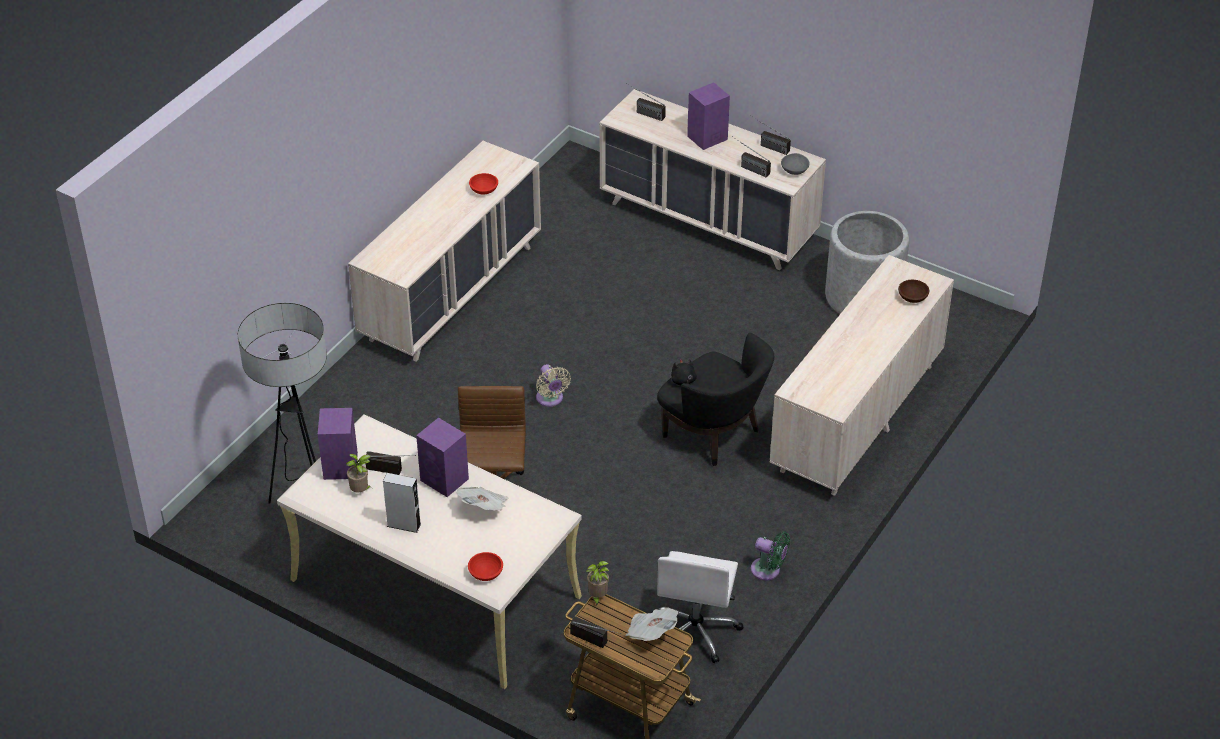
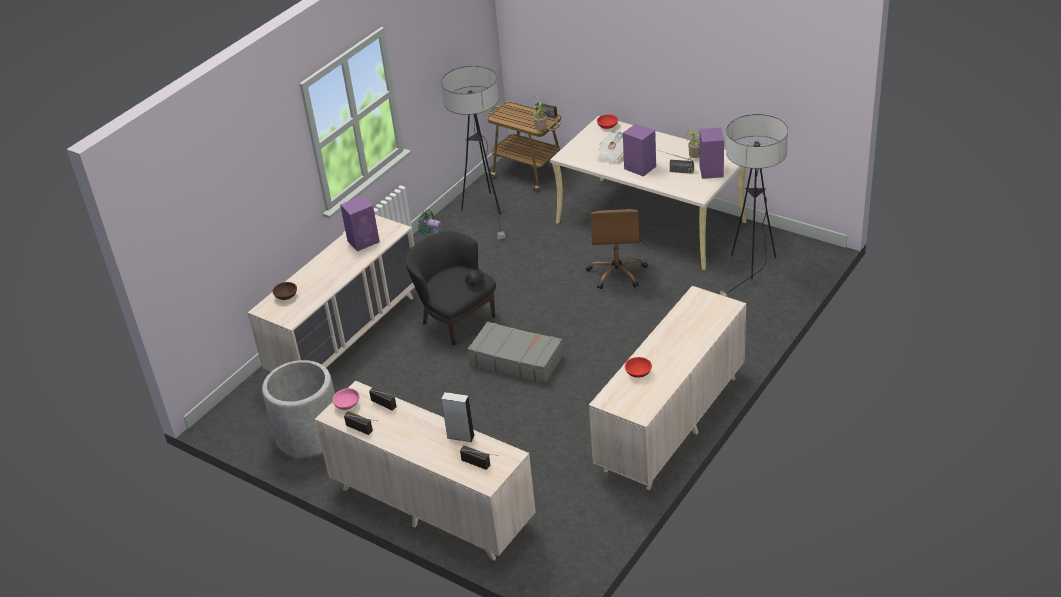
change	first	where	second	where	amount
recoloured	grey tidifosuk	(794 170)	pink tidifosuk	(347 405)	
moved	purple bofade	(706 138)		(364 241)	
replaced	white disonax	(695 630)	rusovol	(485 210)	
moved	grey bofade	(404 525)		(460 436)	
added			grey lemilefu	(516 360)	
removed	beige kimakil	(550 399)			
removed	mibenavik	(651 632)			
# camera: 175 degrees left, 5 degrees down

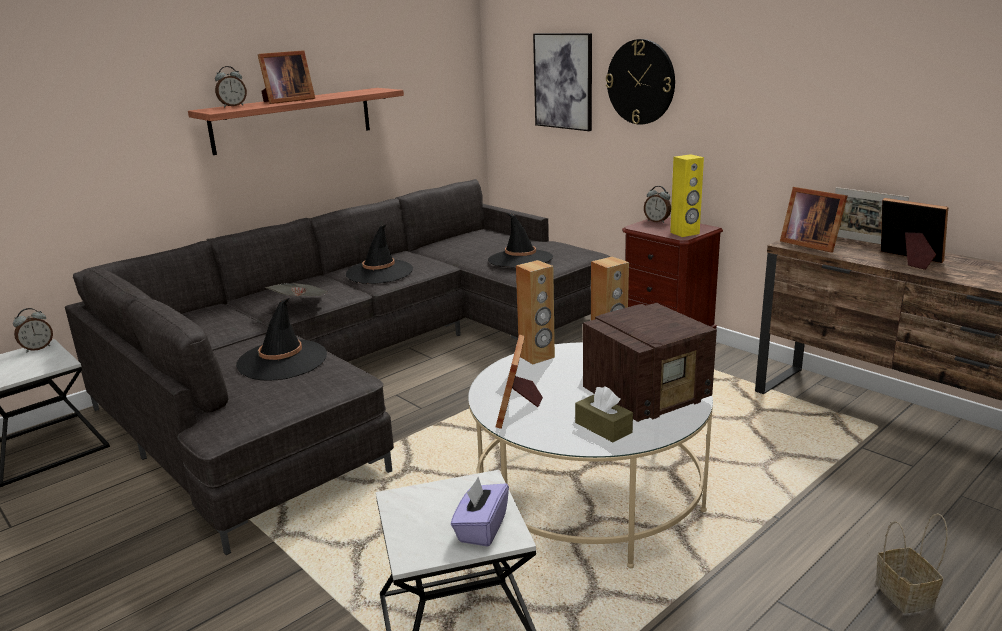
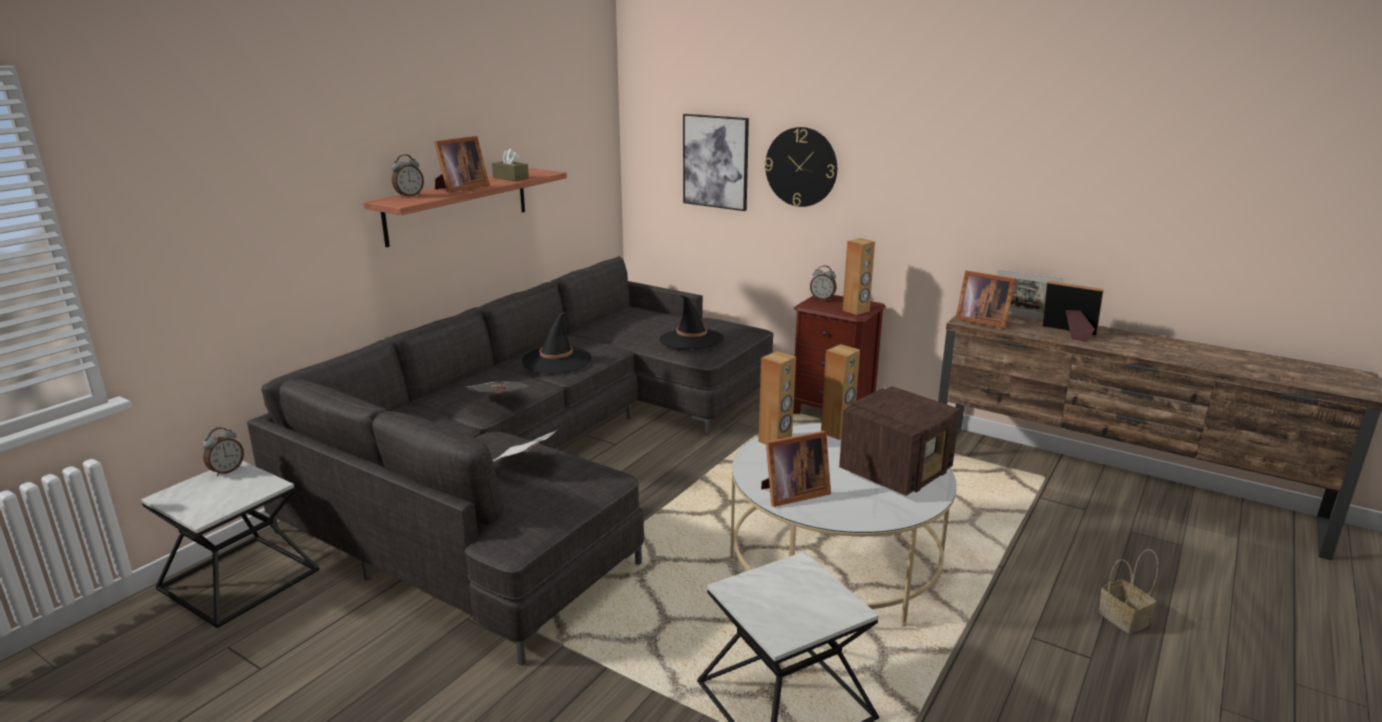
change	first	where	second	where	amount
moved	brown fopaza	(603 427)		(510 178)	
replaced	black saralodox	(282 360)	mibenavik	(525 463)	
turned	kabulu	(518 410)		(792 494)	105 degrees counterclockwise
recoloured	yellow bofade	(685 233)	brown bofade	(856 310)	
removed	purple fopaza	(481 528)			
# camera: 15 degrees left, 0 degrees up

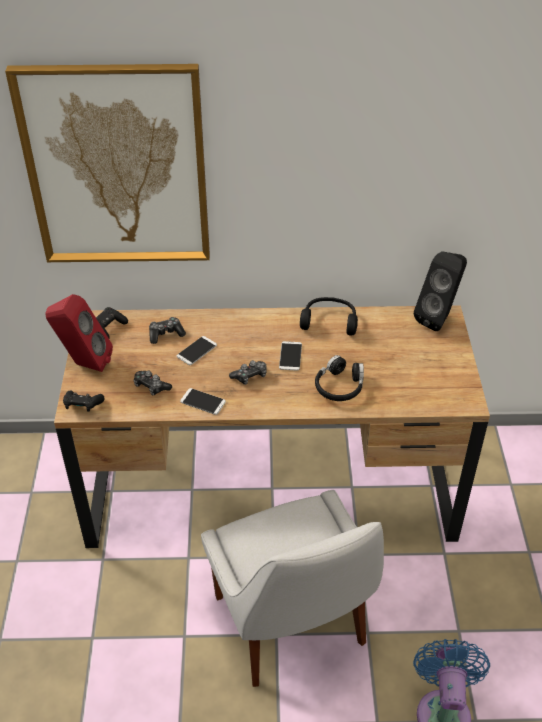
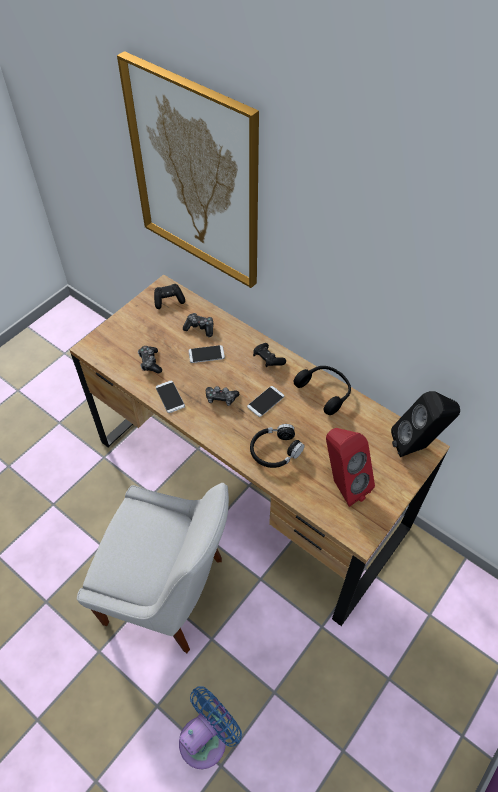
change	first	where	second	where	amount
turned	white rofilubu	(291 625)		(169 592)	90 degrees counterclockwise
moved	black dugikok	(83 406)		(268 360)	
moved	red bofade	(84 363)		(342 484)	
# camera: 40 degrees right, 10 degrees up

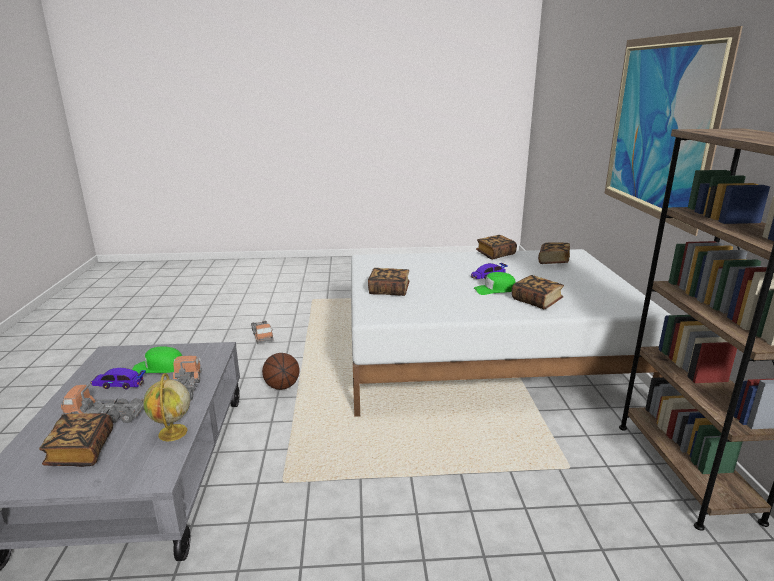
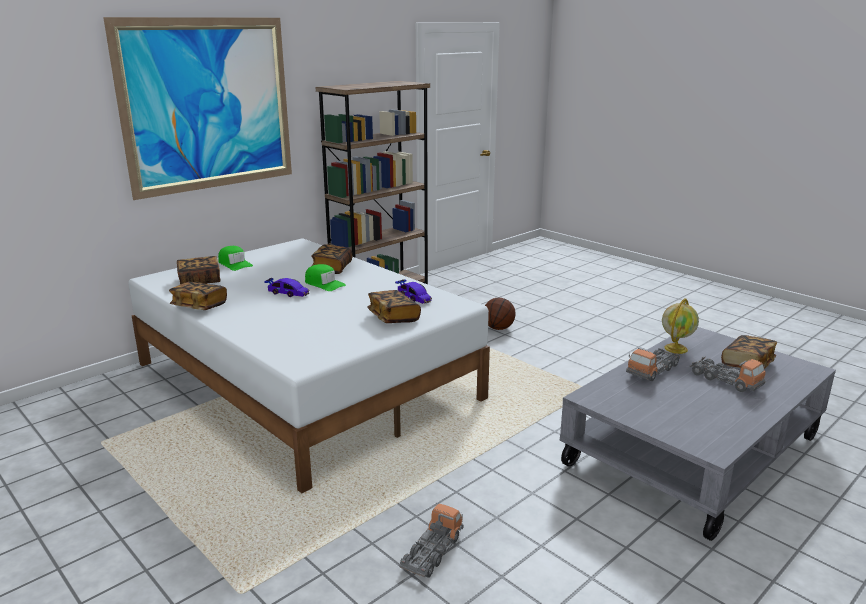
change	first	where	second	where	amount
moved	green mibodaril	(159 367)		(235 264)	
moved	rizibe	(119 384)		(414 297)	
moved	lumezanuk	(282 386)		(498 328)	
# camera: 130 degrees left, 0 degrees up

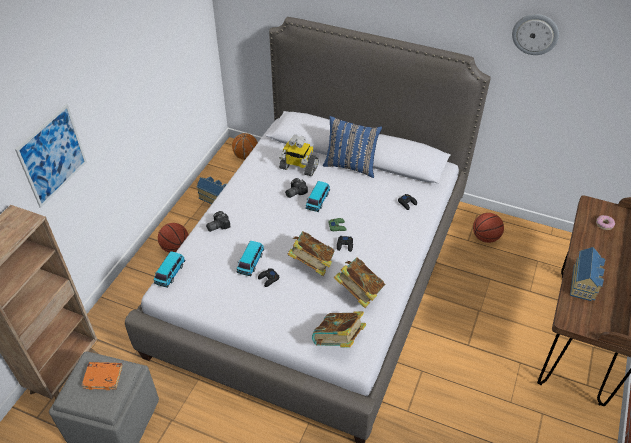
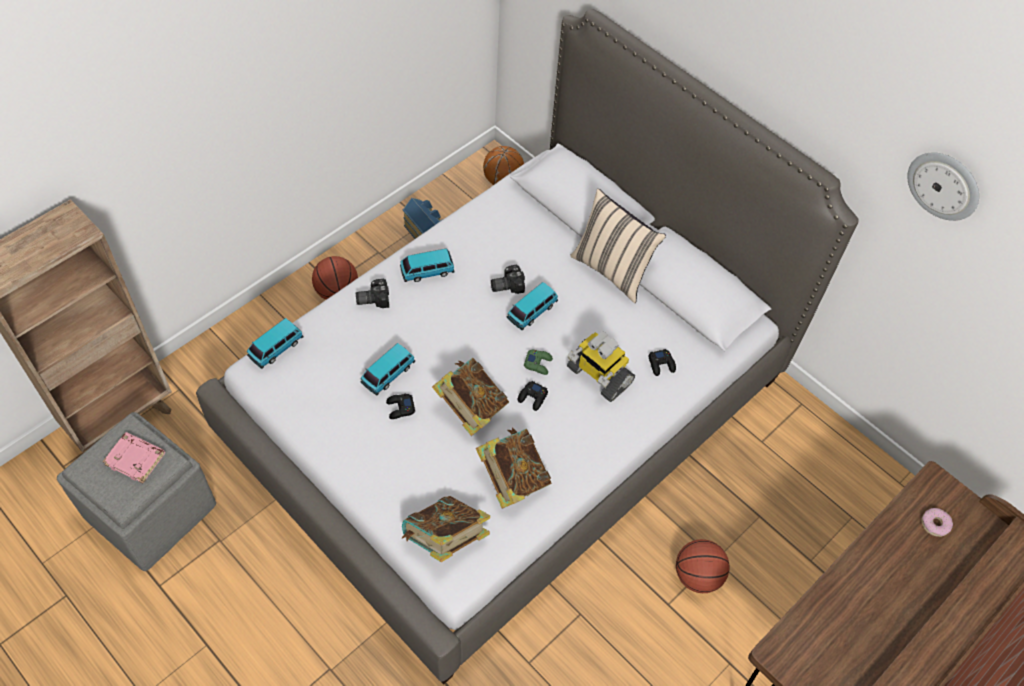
change	first	where	second	where	amount
recoloured	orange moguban	(103 377)	pink moguban	(136 459)	
added			rizibe	(427 271)	
moved	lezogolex	(298 167)		(598 375)	
recoloured	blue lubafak	(351 165)	beige lubafak	(612 270)	
moved	lumezanuk	(485 237)		(697 575)	
removed	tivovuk	(52 155)			
removed	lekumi	(584 283)			
# camera: 20 degrees right, 10 degrees up

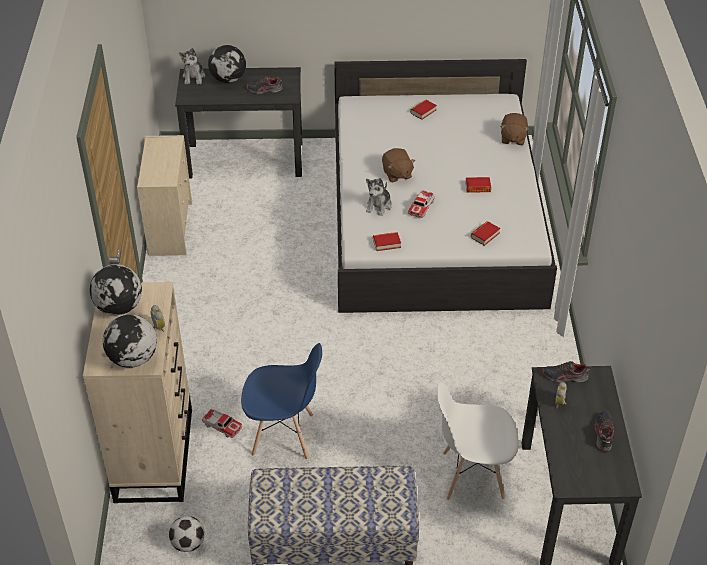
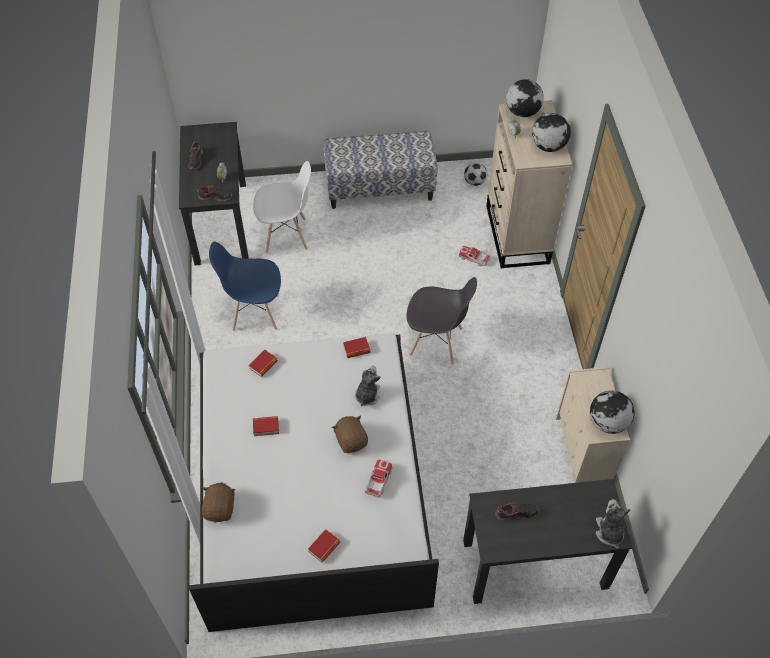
change	first	where	second	where	amount
moved	blue rofilubu	(284 435)		(254 312)	
moved	rizibe	(421 207)		(378 481)	
added			grey rofilubu	(437 342)	
moved	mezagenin	(229 79)		(607 422)	
# camera: 175 degrees right, 10 degrees up

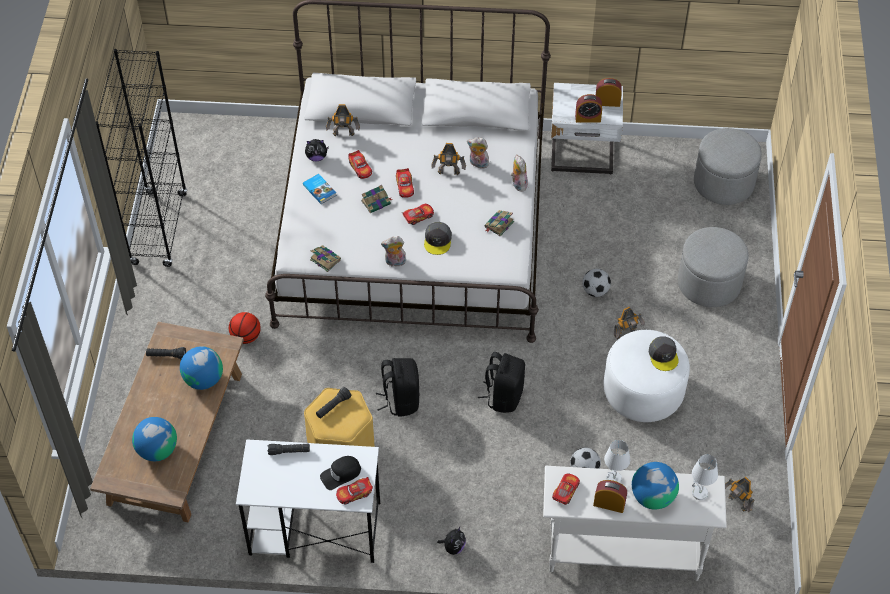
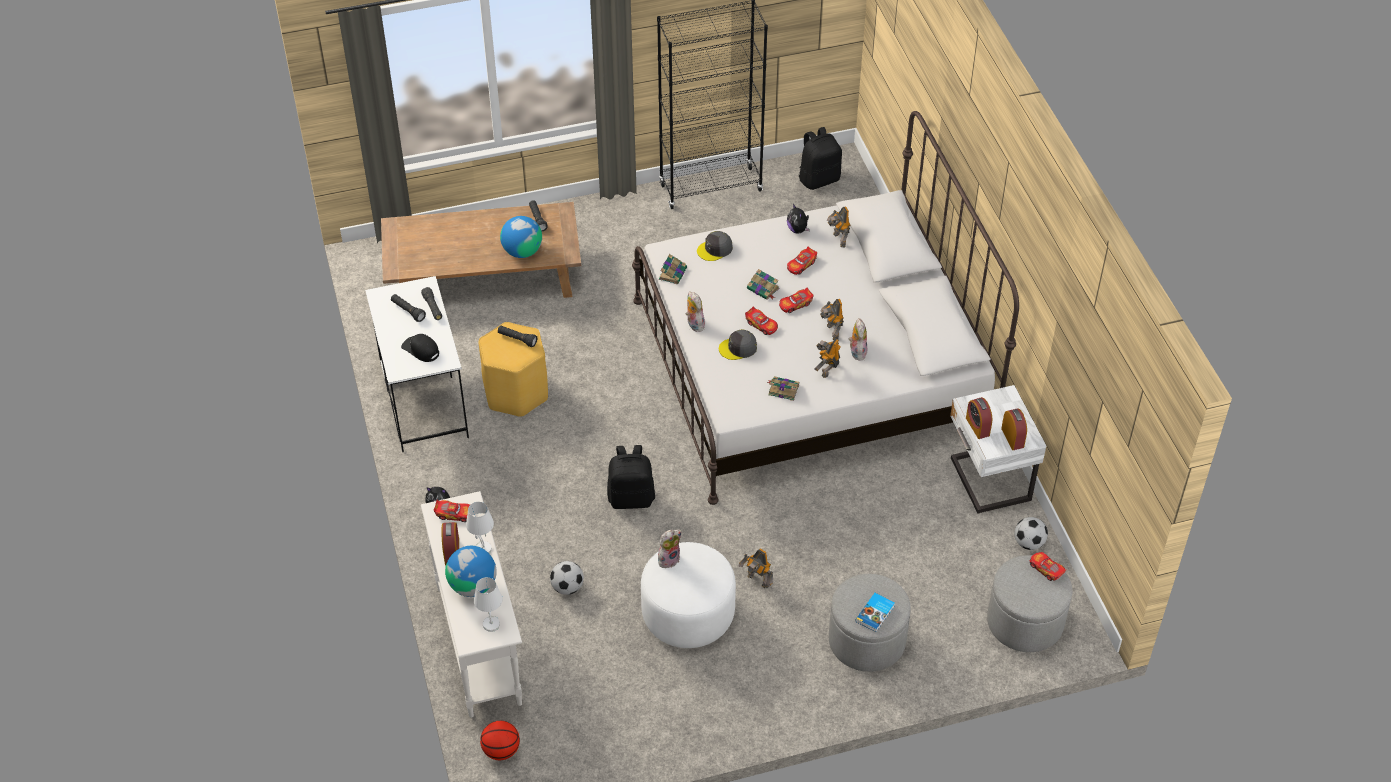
change	first	where	second	where	amount
added			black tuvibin	(408 311)	
moved	lumezanuk	(246 337)		(501 750)	
moved	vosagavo	(518 184)		(668 559)	
moved	grey mibodaril	(663 355)		(715 249)	
moved	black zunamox	(400 400)		(819 179)	
moved	lezogolex	(737 503)		(827 369)	
moved	moguban	(320 190)		(875 614)	
moved	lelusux	(595 291)		(1029 543)	
moved	rizibe	(354 493)		(1046 569)	
removed	mezagenin	(157 450)			
# camera: 70 degrees right, 5 degrees down

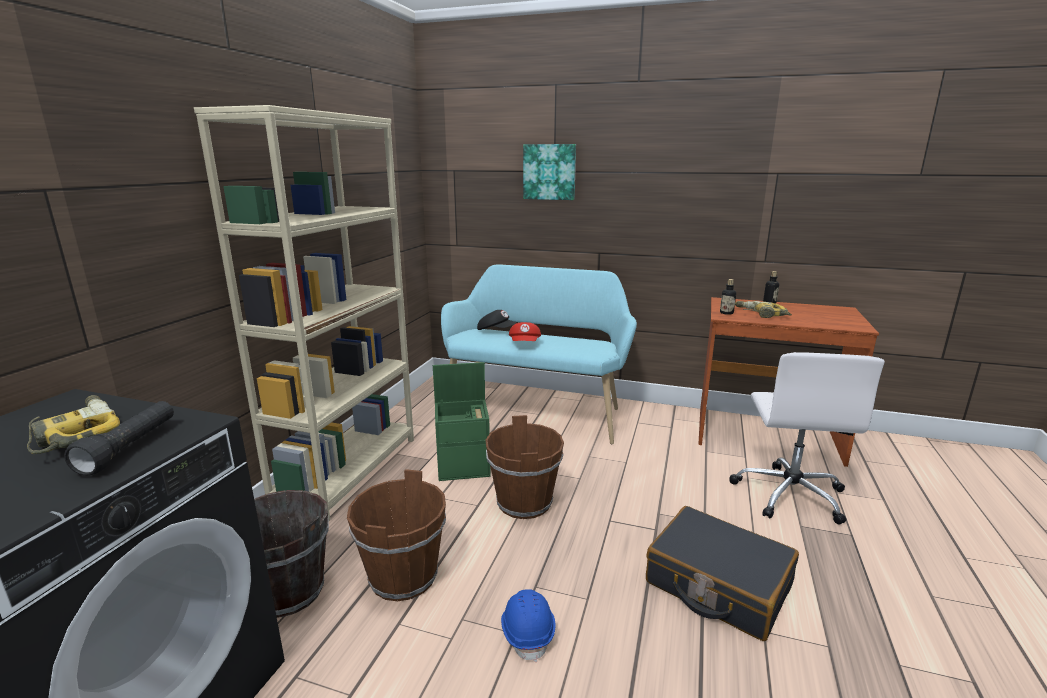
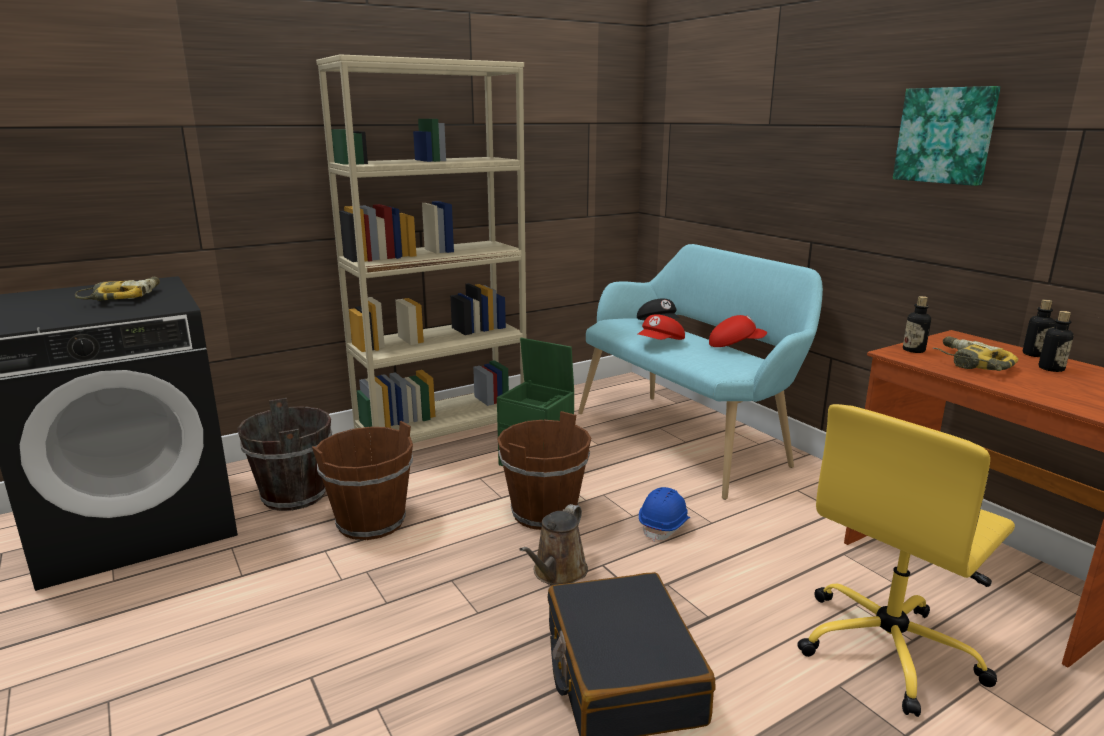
change	first	where	second	where	amount
added			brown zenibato	(557 573)	
moved	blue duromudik	(528 632)		(664 526)	
added			red mibodaril	(735 345)	
recoloured	white disonax	(789 494)	yellow disonax	(888 648)	
moved	tivovuk	(549 172)		(945 135)	
added			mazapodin	(1051 368)	
removed	black tuvibin	(130 448)			
# camera: 40 degrees right, 0 degrees up

